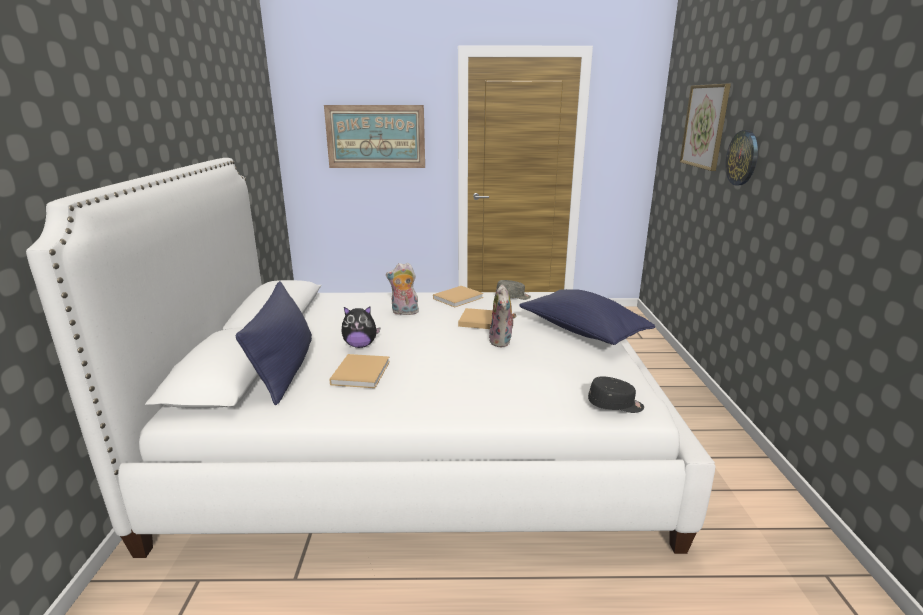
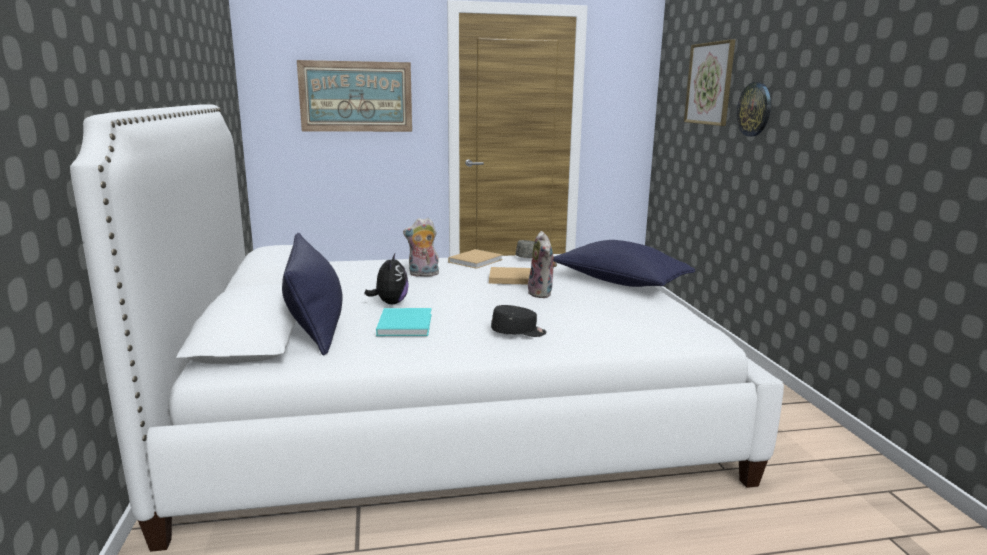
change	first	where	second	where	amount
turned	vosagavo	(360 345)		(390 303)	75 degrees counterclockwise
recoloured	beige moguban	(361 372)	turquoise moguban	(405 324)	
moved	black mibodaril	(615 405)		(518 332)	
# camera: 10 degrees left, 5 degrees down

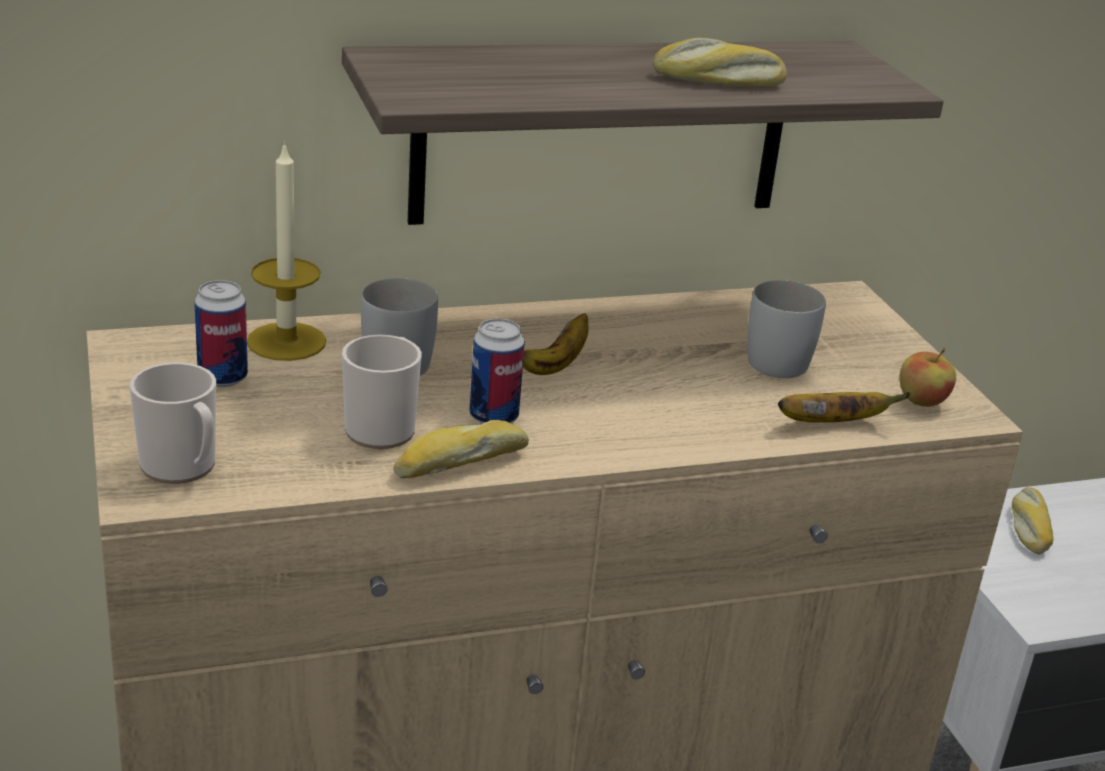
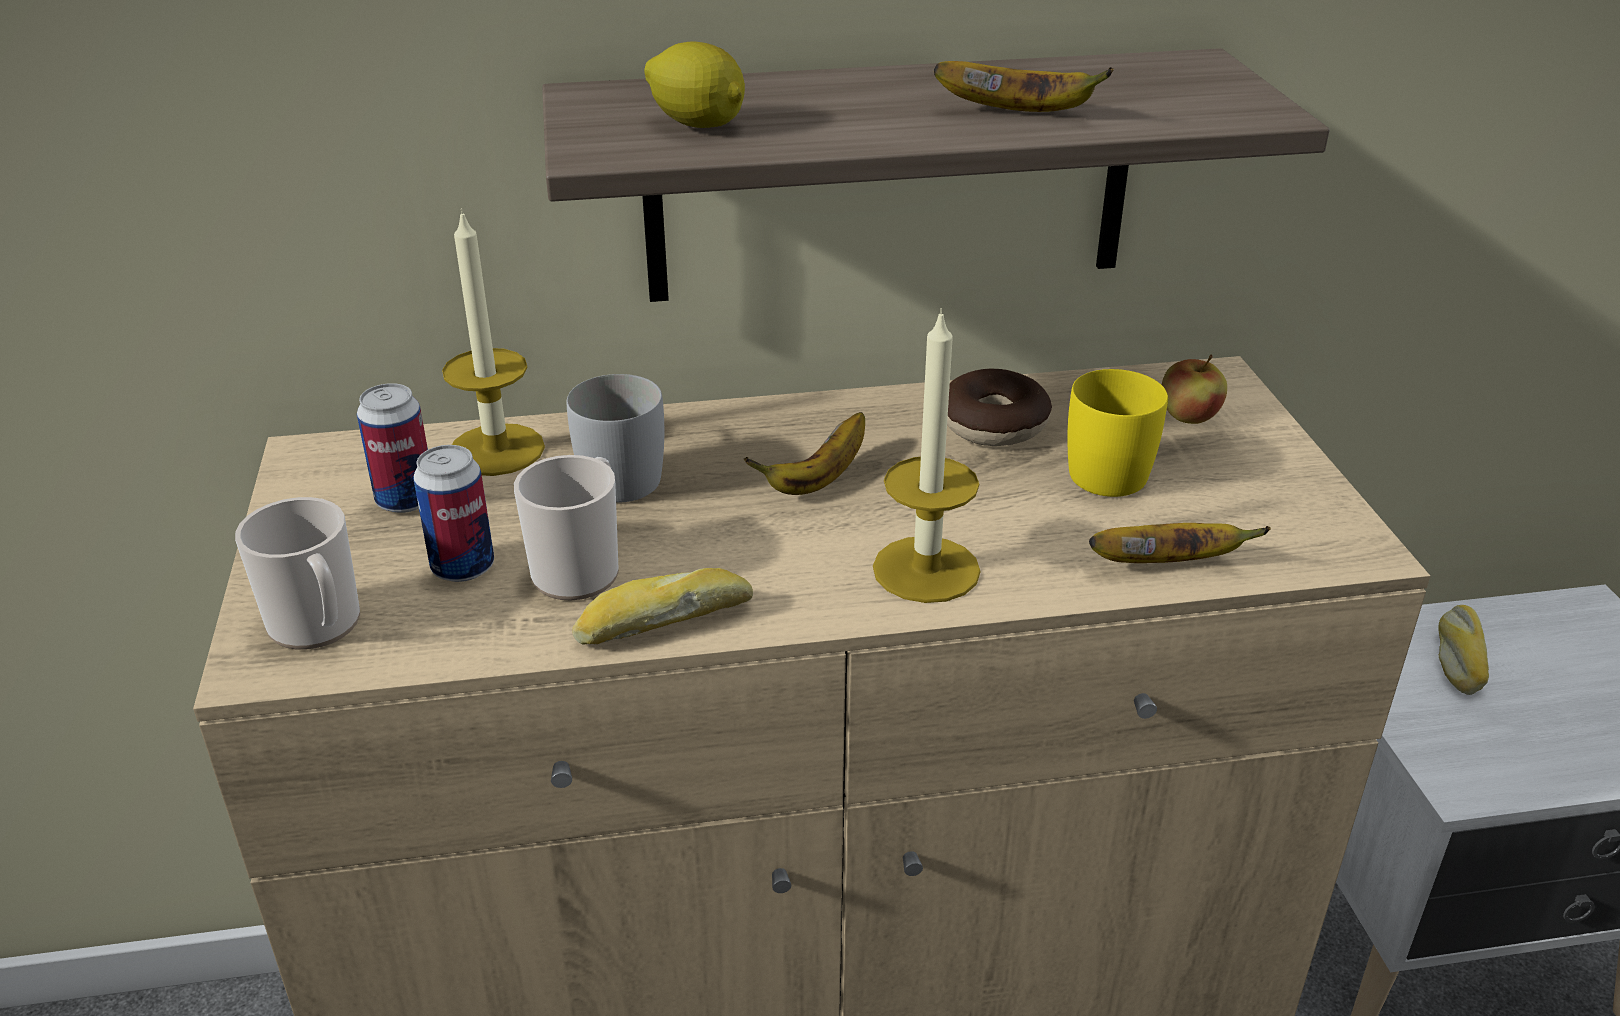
change	first	where	second	where	amount
moved	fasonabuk	(493 417)		(463 567)	
added			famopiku	(698 124)	
added			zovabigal	(926 569)	
replaced	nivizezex	(718 81)	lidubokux	(1018 112)	
added			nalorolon	(993 424)	
recoloured	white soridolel	(785 359)	yellow soridolel	(1118 470)	
moved	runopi	(921 401)		(1189 417)	
# camera: 10 degrees right, 5 degrees up

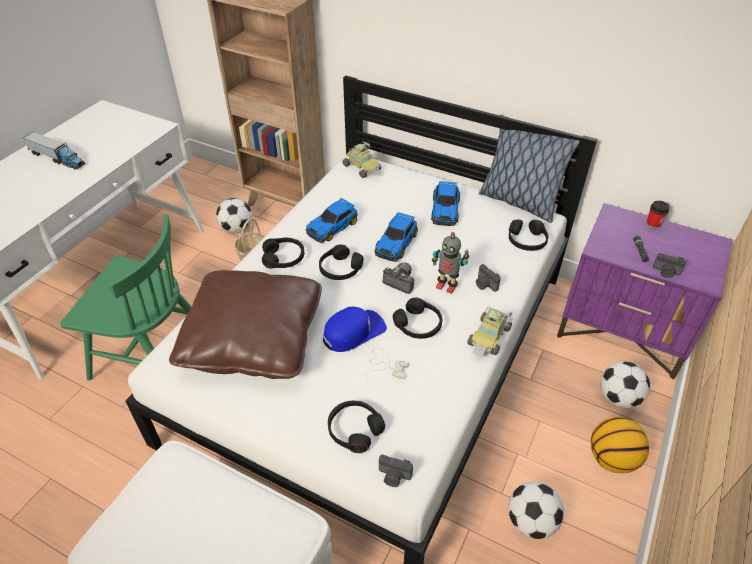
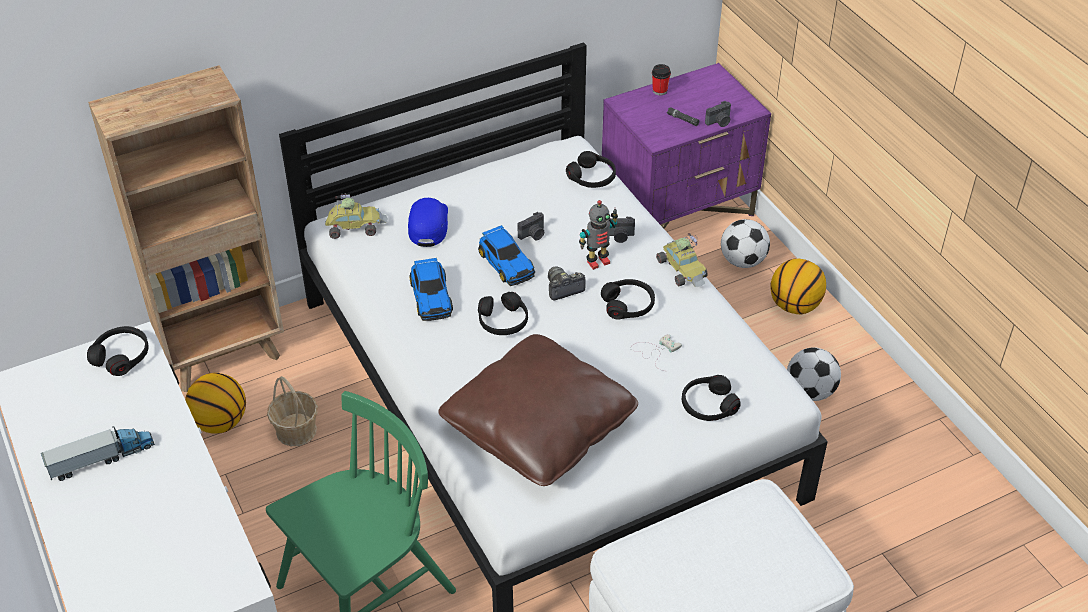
change	first	where	second	where	amount
moved	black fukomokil	(284 258)		(121 356)	
replaced	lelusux	(237 229)	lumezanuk	(220 422)	
moved	blue mibodaril	(354 332)		(428 224)	
moved	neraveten	(393 477)		(533 235)	
removed	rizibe	(445 209)			
removed	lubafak	(518 202)			
# camera: 55 degrees left, 0 degrees up

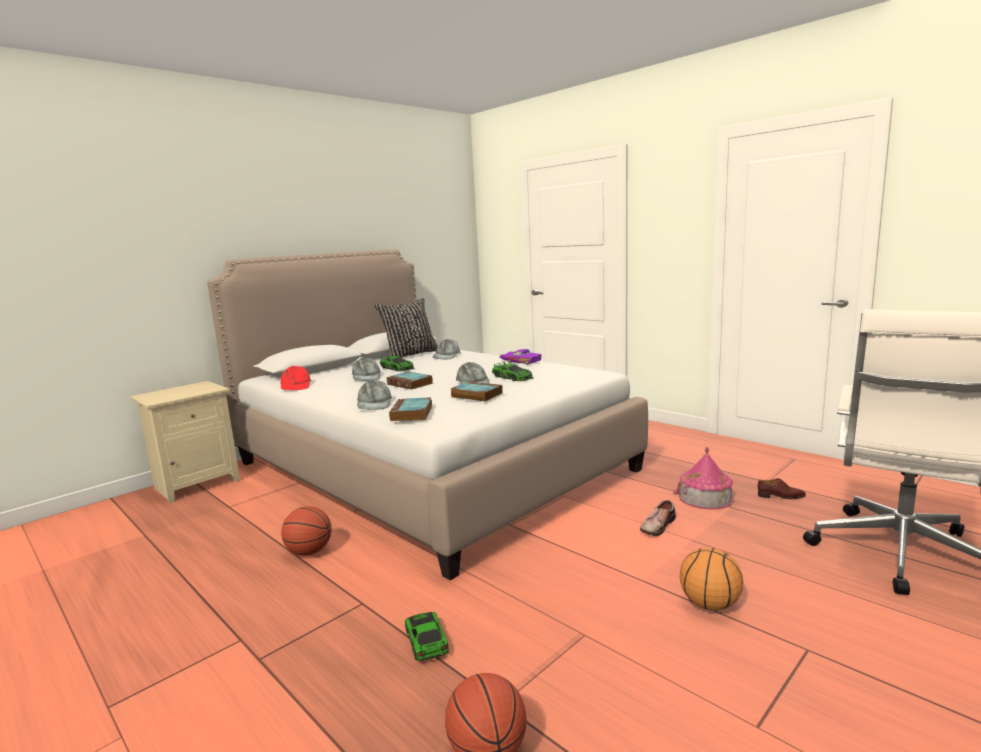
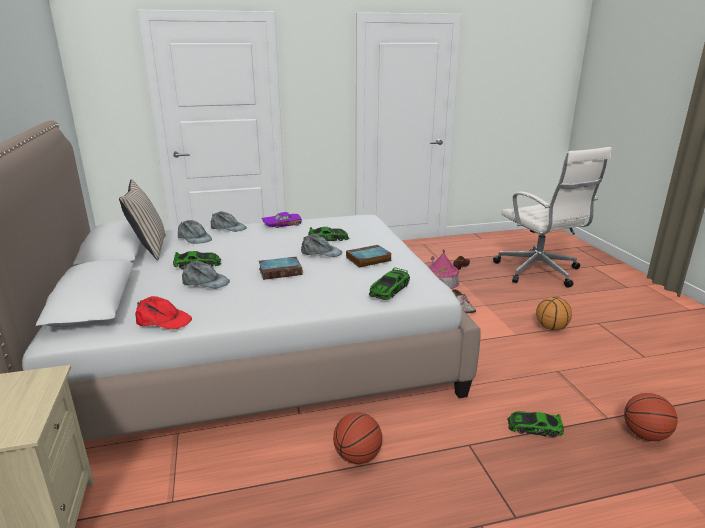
change	first	where	second	where	amount
recoloured	black lubafak	(410 355)	beige lubafak	(149 248)	
moved	grey mibodaril	(374 403)		(228 228)	
replaced	moguban	(412 414)	rizibe	(389 289)	
# camera: 60 degrees left, 10 degrees up

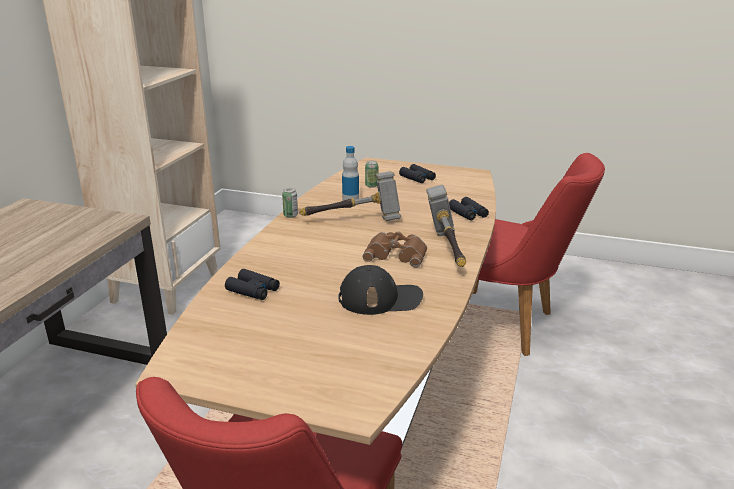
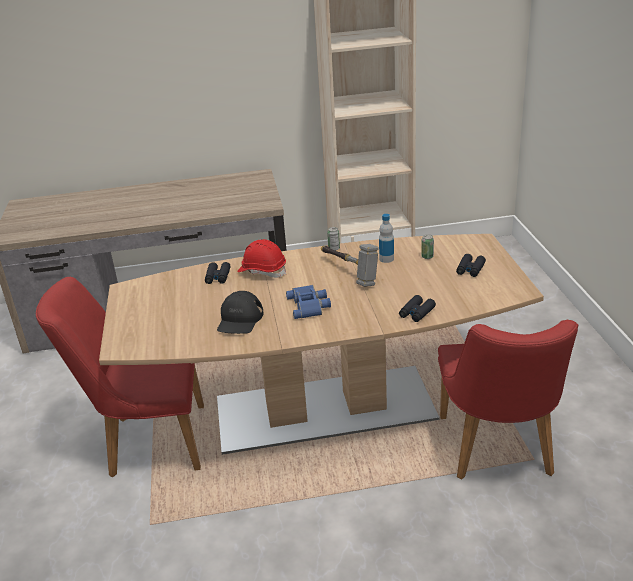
change	first	where	second	where	amount
turned	black mibodaril	(380 298)		(240 319)	45 degrees clockwise
added			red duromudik	(262 271)	
recoloured	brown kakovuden	(396 254)	blue kakovuden	(309 305)	
removed	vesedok	(447 250)			
# camera: 65 degrees right, 5 degrees up

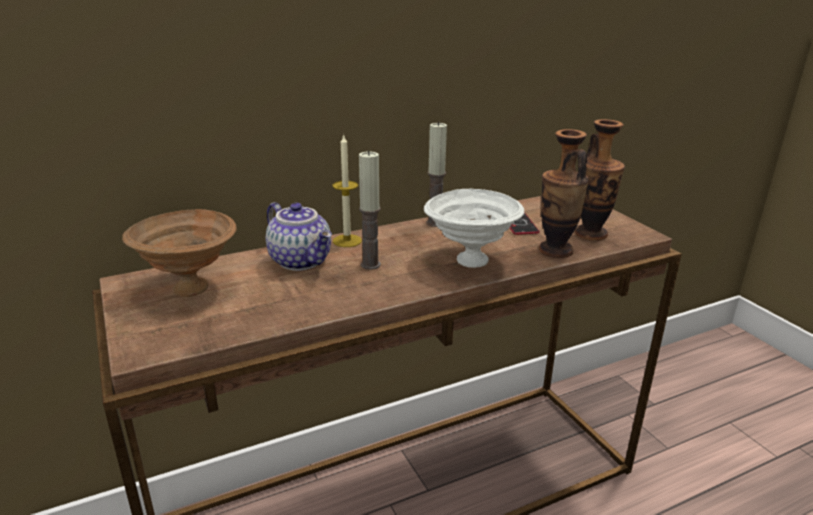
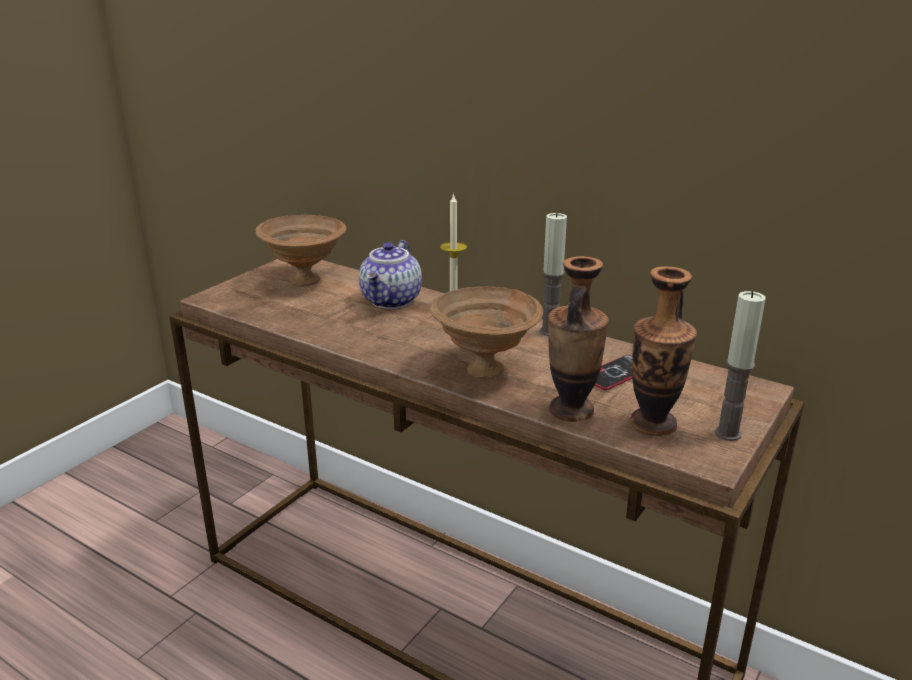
change	first	where	second	where	amount
recoloured	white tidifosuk	(469 261)	brown tidifosuk	(483 369)	
moved	zovabigal	(370 264)		(728 433)	
# camera: 60 degrees right, 0 degrees up

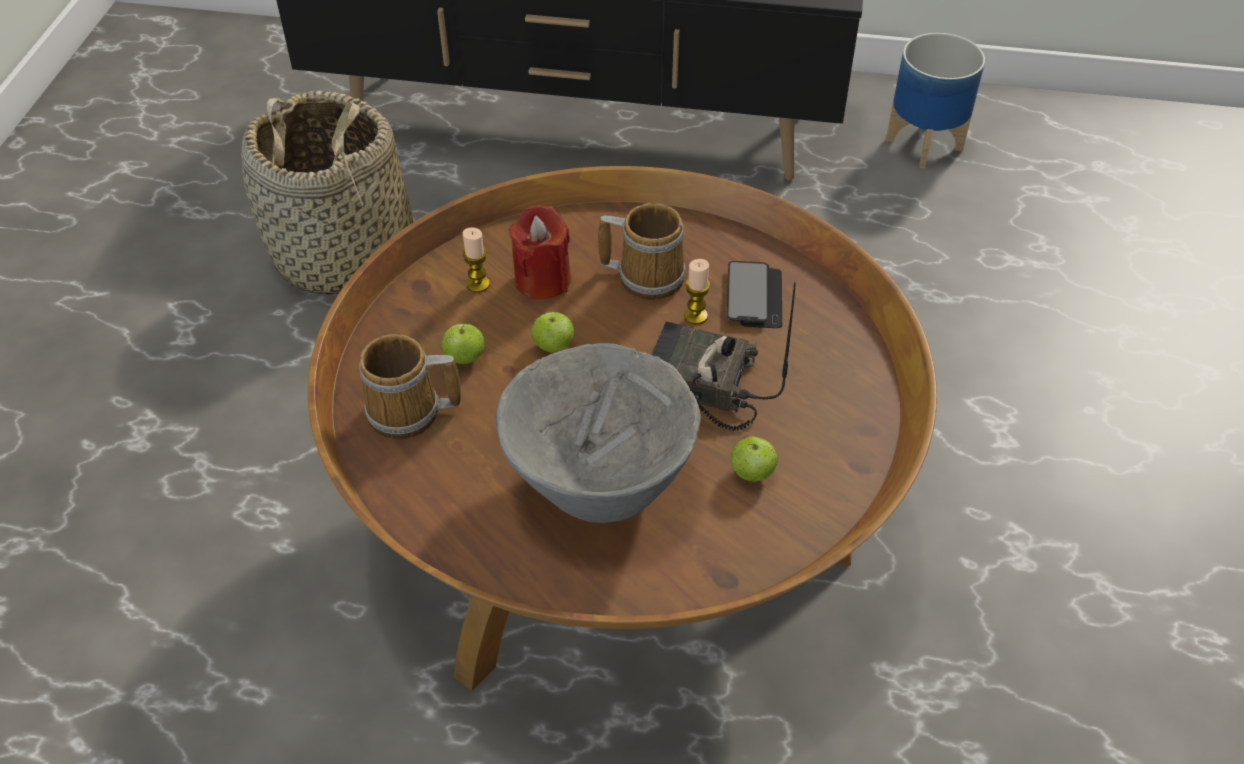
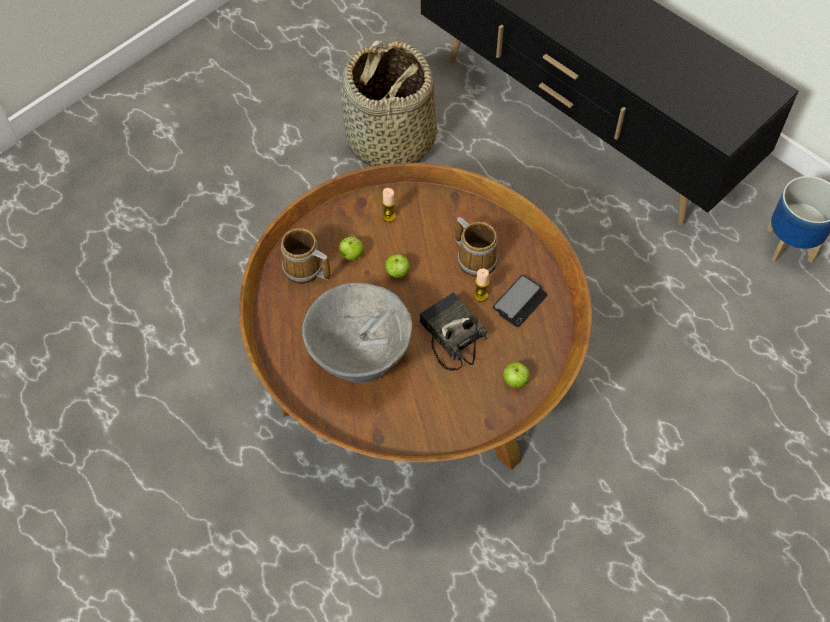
change	first	where	second	where	amount
moved	runopi	(752 473)		(515 381)	
removed	red zovabigal	(542 280)			
# camera: 35 degrees right, 10 degrees up

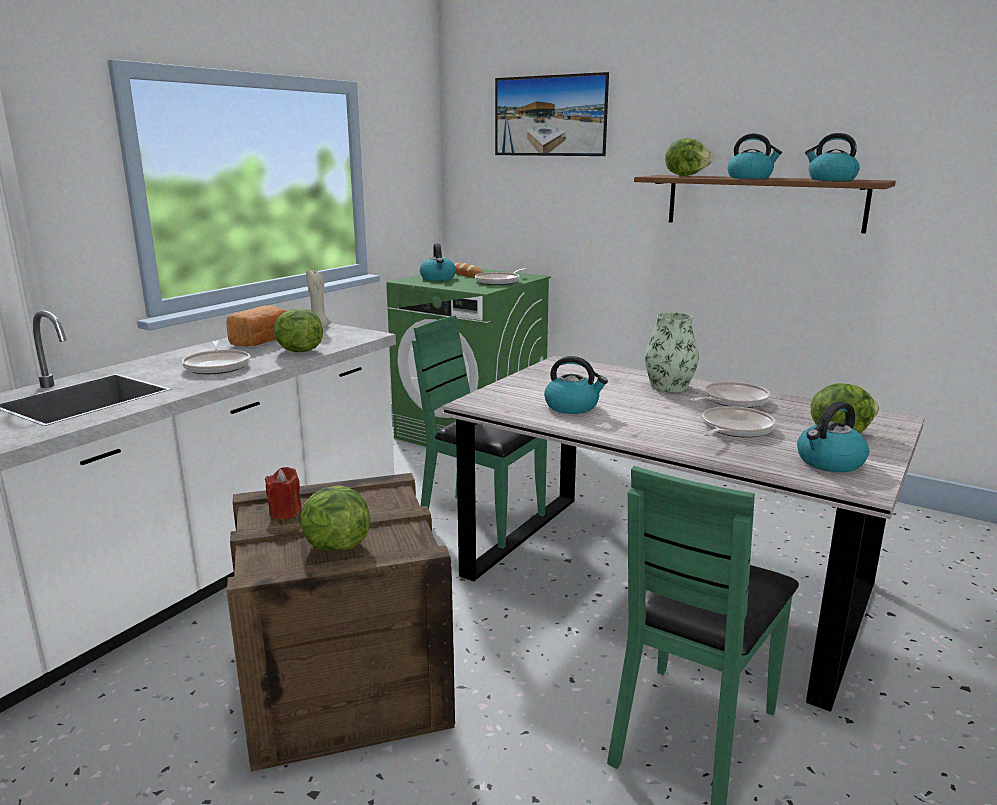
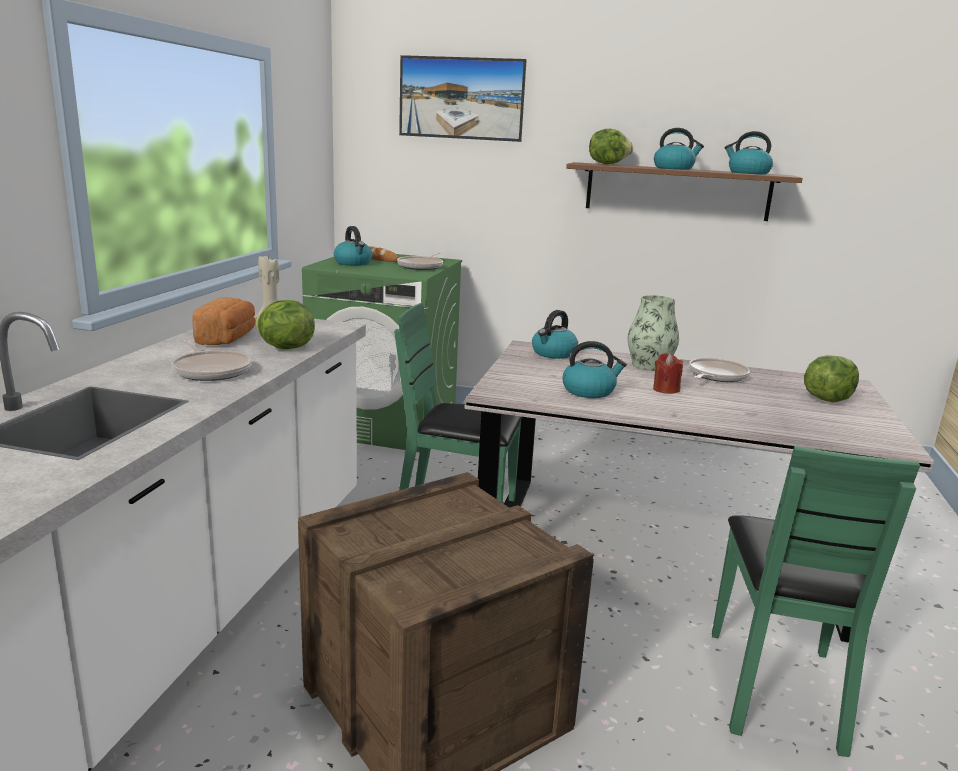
change	first	where	second	where	amount
moved	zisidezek	(829 462)		(553 353)	
moved	red zovabigal	(285 512)		(665 389)	
removed	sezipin	(335 546)			
removed	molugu	(734 429)			
# camera: 20 degrees left, 0 degrees up

